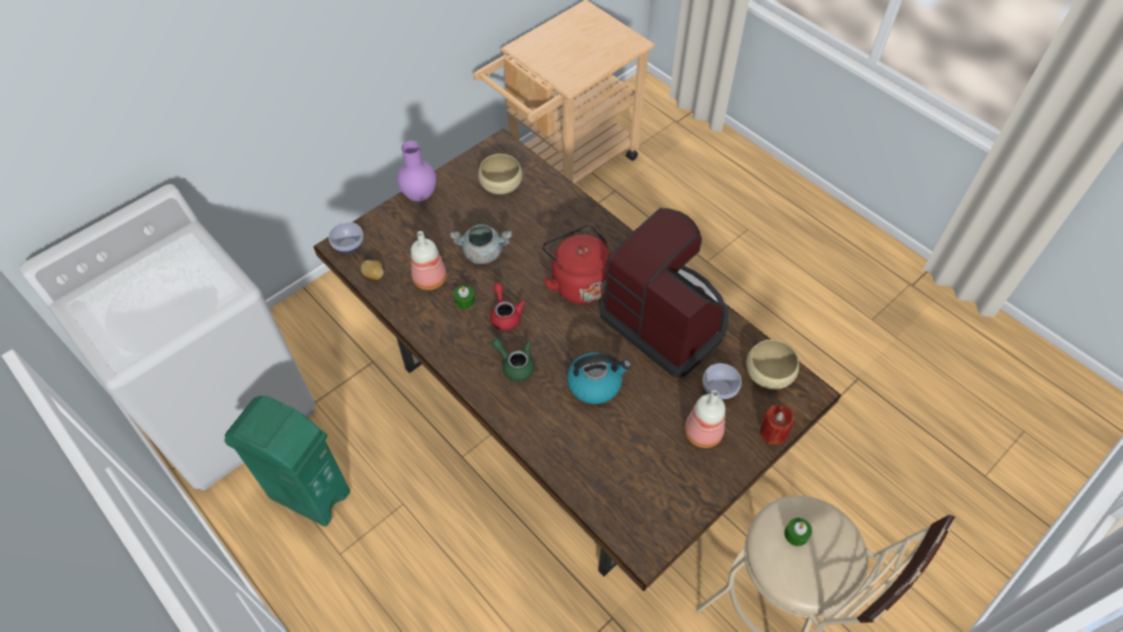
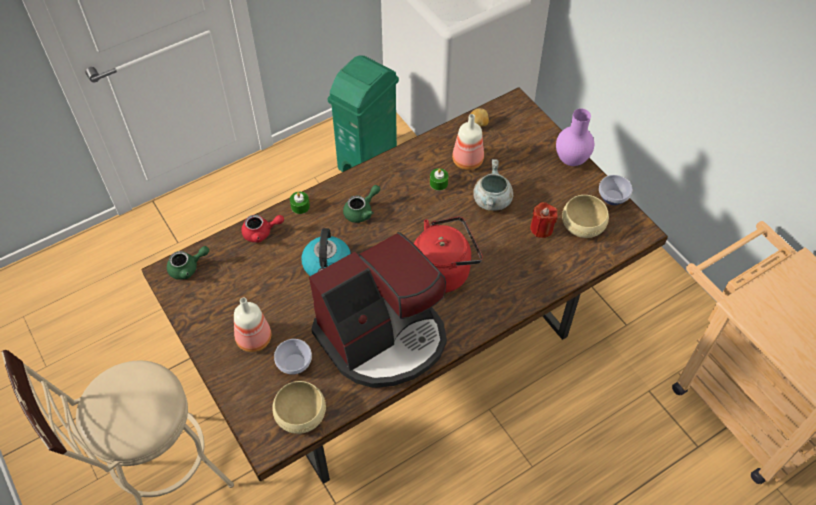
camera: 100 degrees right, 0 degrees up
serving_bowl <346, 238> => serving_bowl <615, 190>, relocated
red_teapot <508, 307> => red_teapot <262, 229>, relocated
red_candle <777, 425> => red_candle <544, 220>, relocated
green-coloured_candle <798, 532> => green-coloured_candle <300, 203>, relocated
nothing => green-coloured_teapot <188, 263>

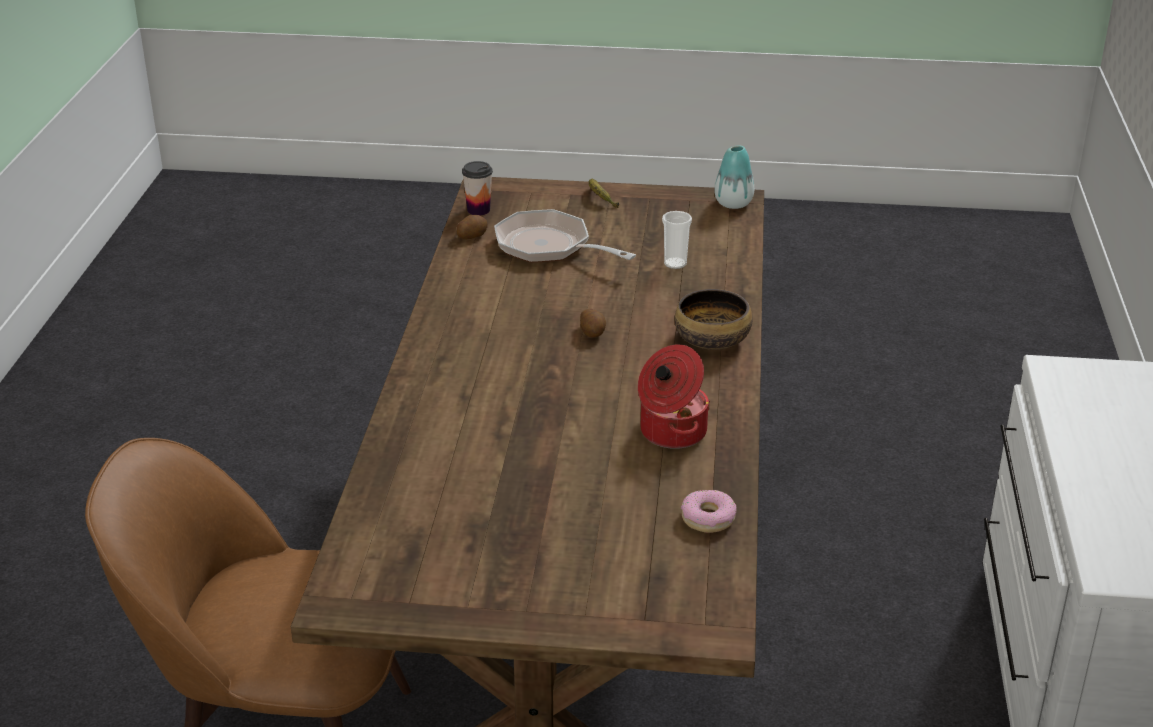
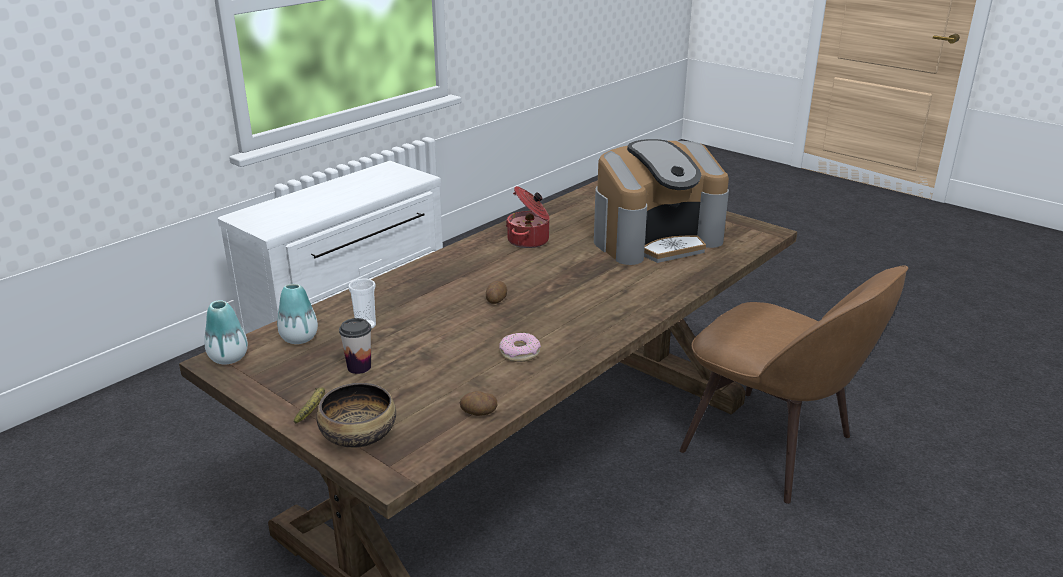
camera: 145 degrees left, 5 degrees down
small_cup <477, 188> => small_cup <355, 346>, relocated
frying_pan <565, 236> => nothing
serving_bowl <713, 319> => serving_bowl <356, 415>, relocated
ring_doughnut <709, 511> => ring_doughnut <520, 347>, relocated
nothing => coffee_machine <661, 202>
nothing => vase <297, 314>

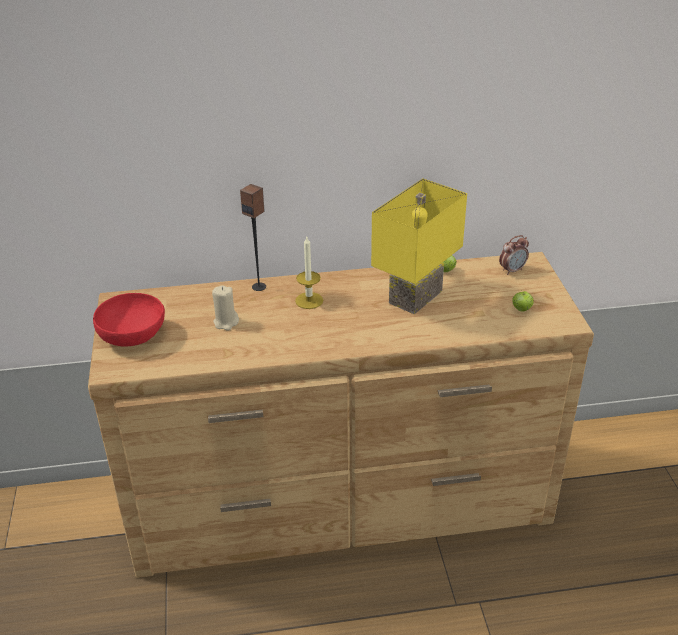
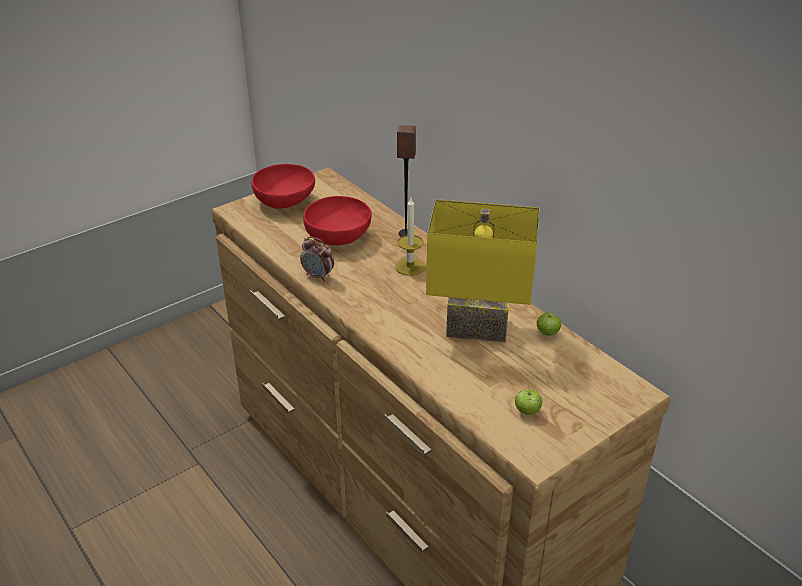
camera: 60 degrees right, 0 degrees up
alarm_clock <514, 255> => alarm_clock <317, 259>, relocated
sand-coloured_candle <225, 308> => red_serving_bowl <337, 220>

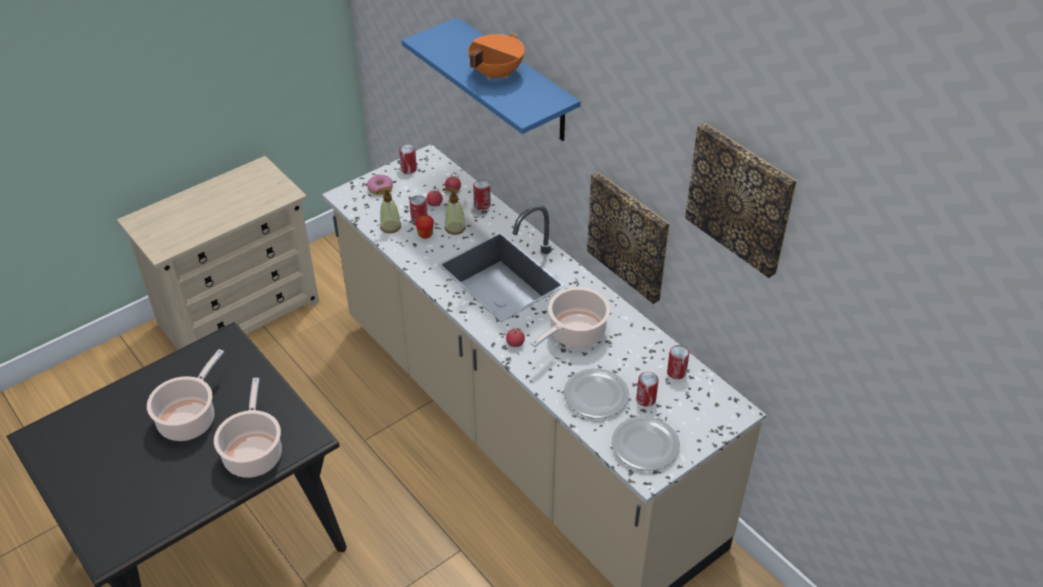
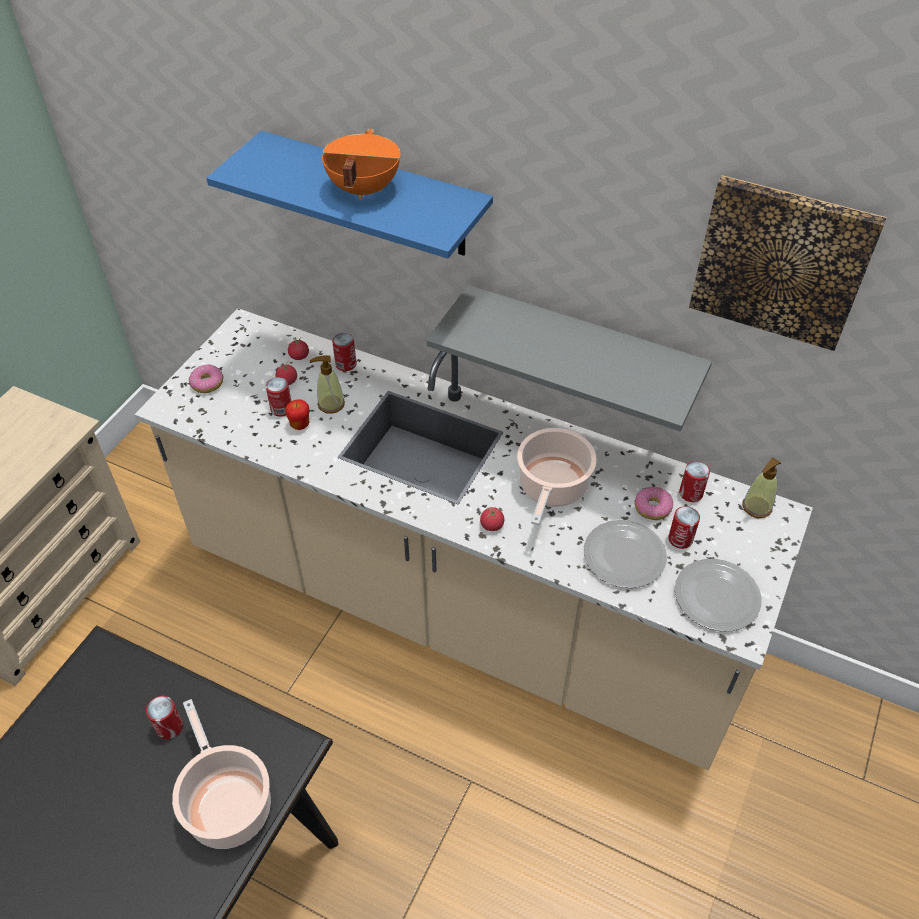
camera: 25 degrees left, 5 degrees up
sealed_can <408, 159> => sealed_can <164, 717>, relocated
wall_picture <628, 238> => greyish_bracket_shelf <569, 358>
soap_bottle <388, 210> => soap_bottle <761, 488>, relocated
stockpot <185, 395> => nothing
nothing => ring_doughnut <653, 503>

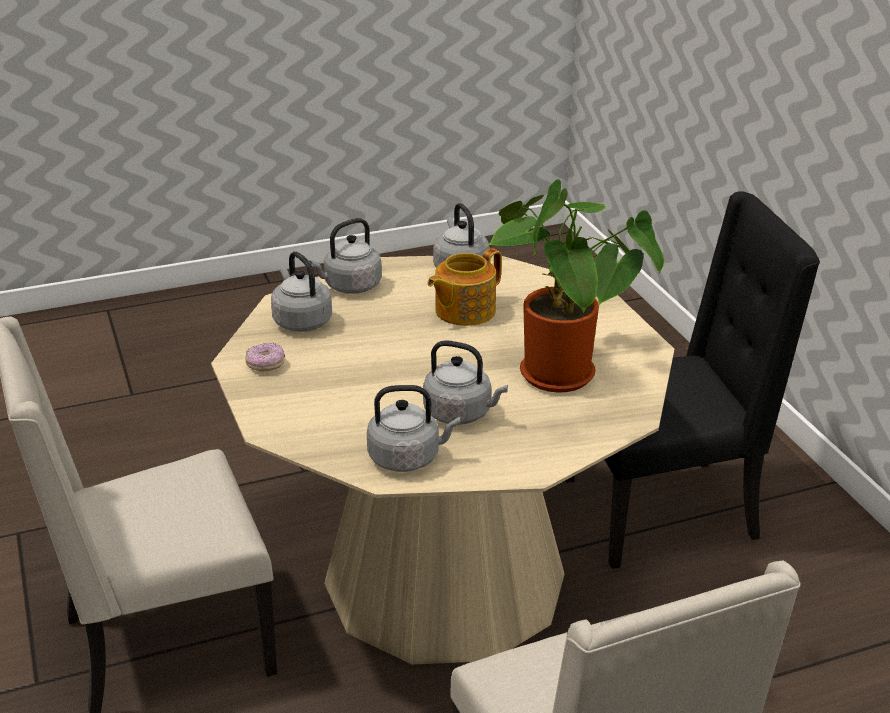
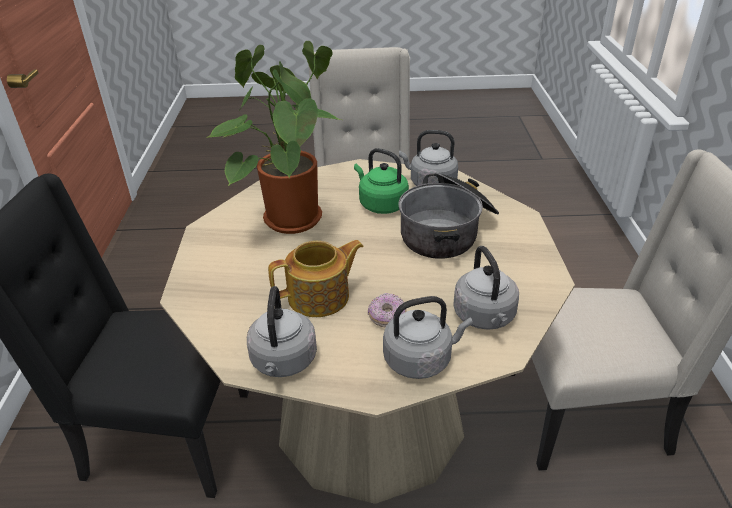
camera: 160 degrees left, 5 degrees up
greyish_kettle <465, 382> => green-coloured_kettle <381, 181>
ring_doughnut <265, 356> => ring_doughnut <387, 310>, relocated
nothing => stockpot <449, 216>

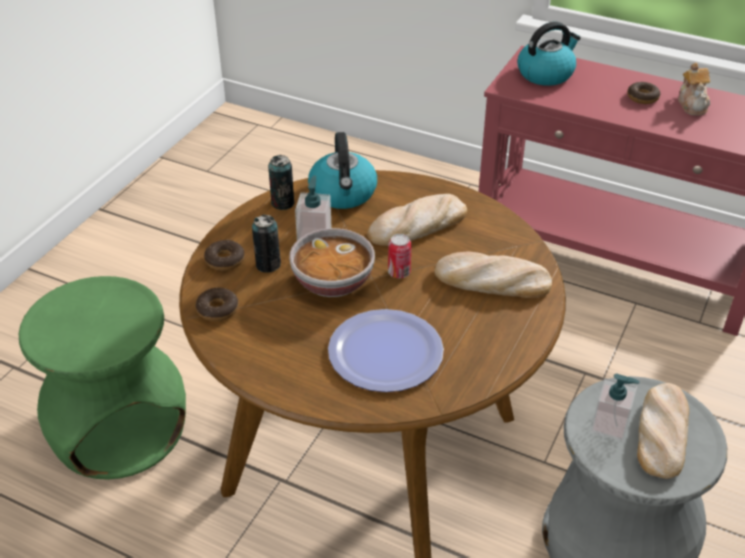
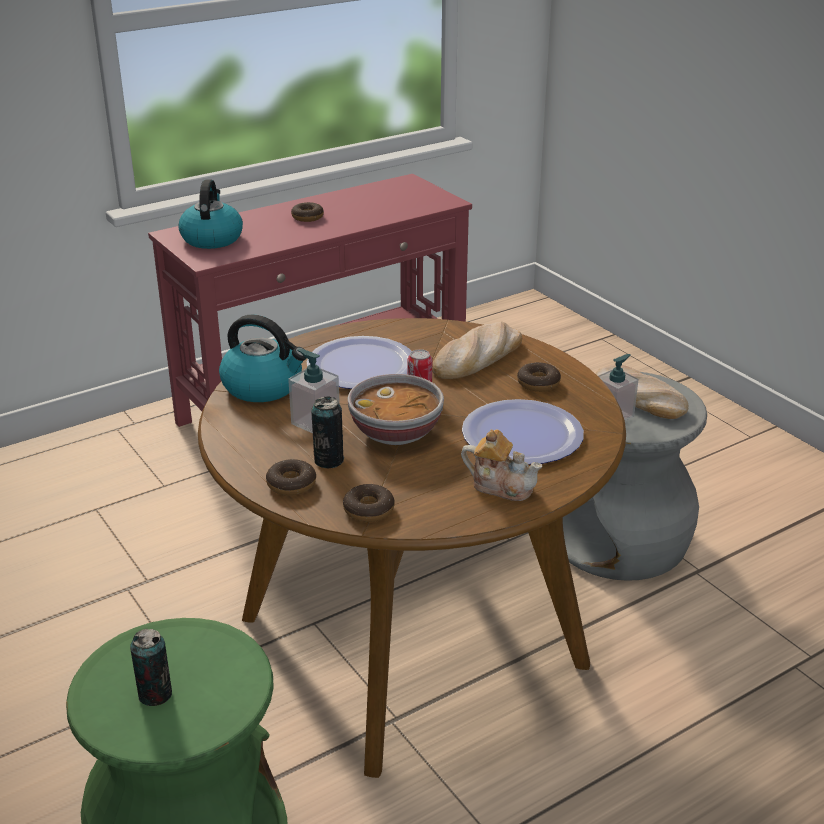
camera: 60 degrees left, 10 degrees down
teapot <694, 89> => teapot <501, 465>, relocated
sealed_can <281, 182> => sealed_can <151, 667>, relocated
bakery_bread <417, 220> => dinner_plate <359, 362>
nothing => ring_doughnut <539, 377>

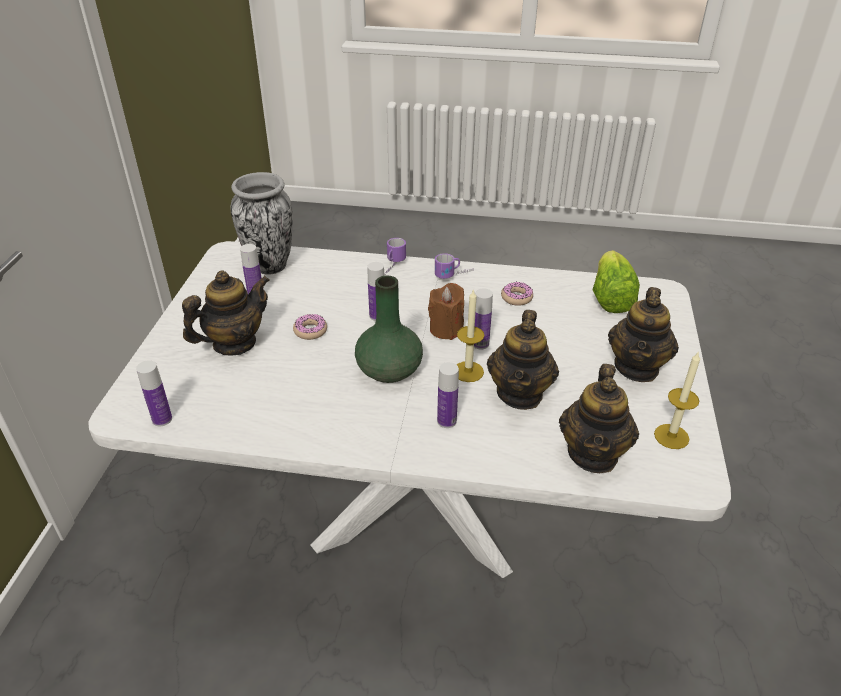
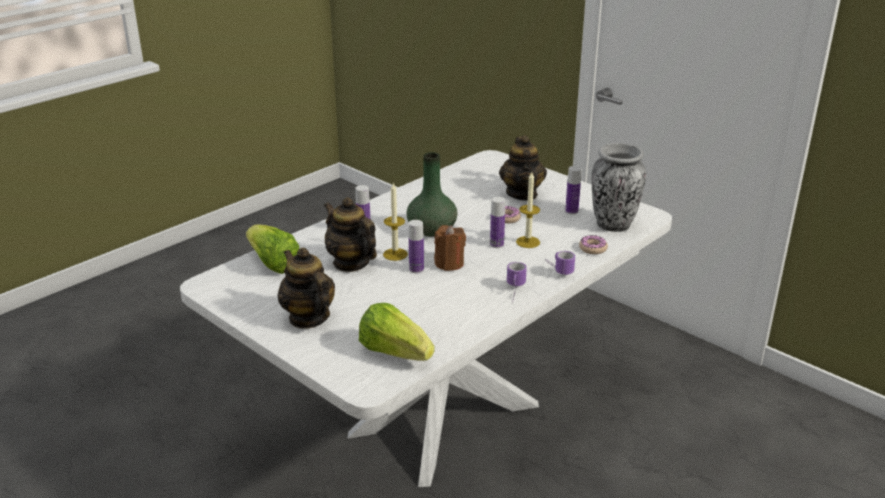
camera: 125 degrees right, 10 degrees down
ring_doughnut <517, 294> => ring_doughnut <593, 244>, relocated
candle <677, 400> => candle <528, 210>, relocated
beverage_bottle <154, 393> => nothing
teapot <599, 418> => lettuce <273, 249>

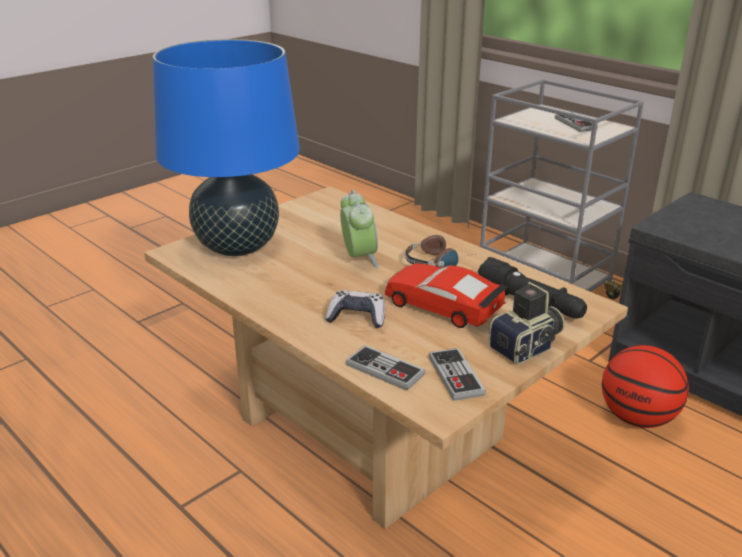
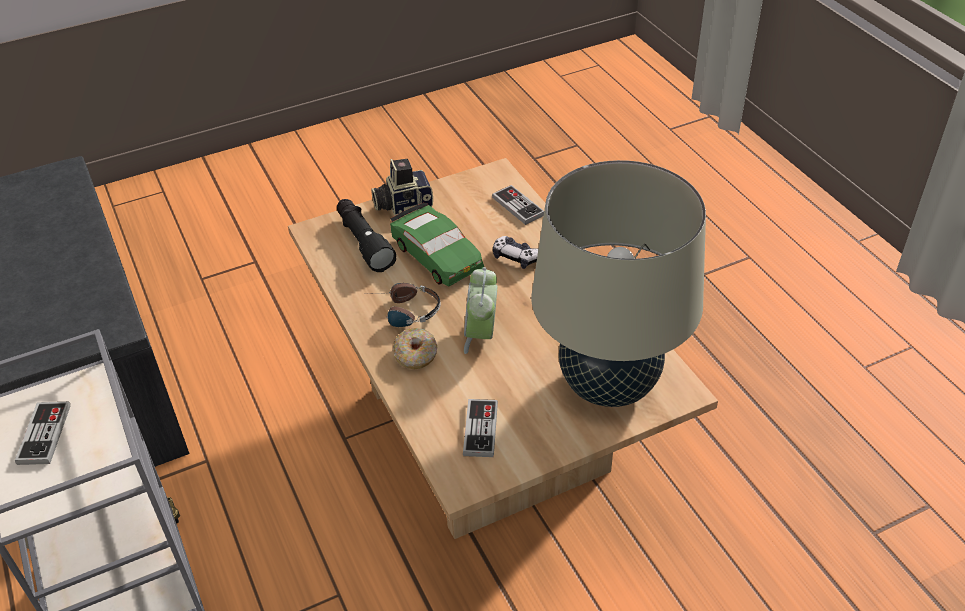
camera: 160 degrees left, 15 degrees up
bluish_table_lamp <226, 147> => sand-coloured_table_lamp <618, 283>
red_model_car <446, 295> => green-coloured_model_car <437, 244>
basketball <645, 386> => nothing
gamepad <457, 374> => gamepad <480, 428>, relocated
nothing => ring_doughnut <415, 349>

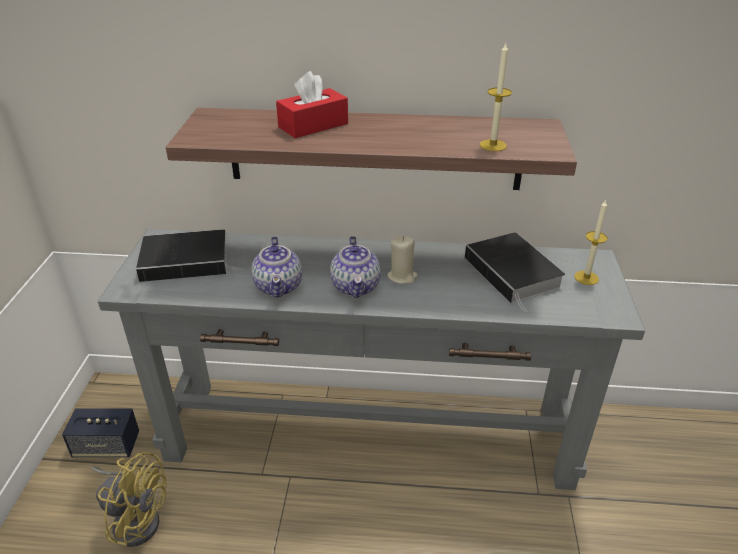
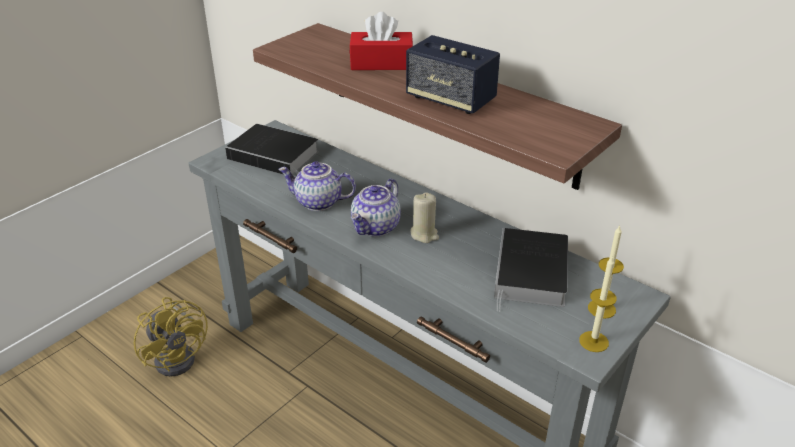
camera: 35 degrees right, 0 degrees up
candle <496, 97> => candle <598, 304>, relocated
teapot <276, 267> => teapot <317, 186>, 75 degrees clockwise
audio_speaker <100, 432> => audio_speaker <453, 74>, relocated

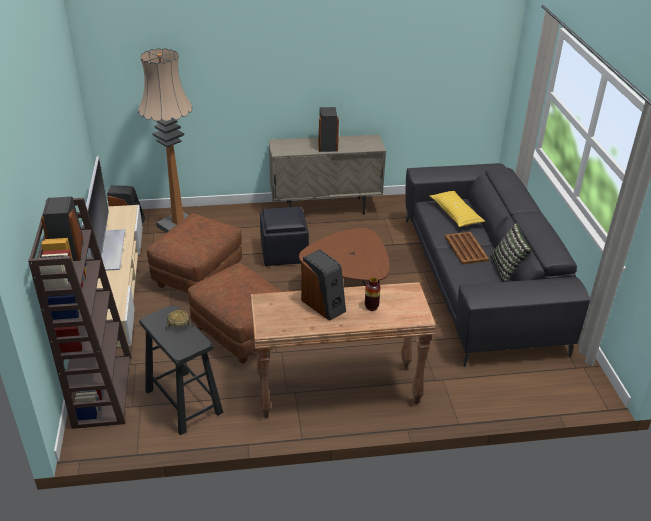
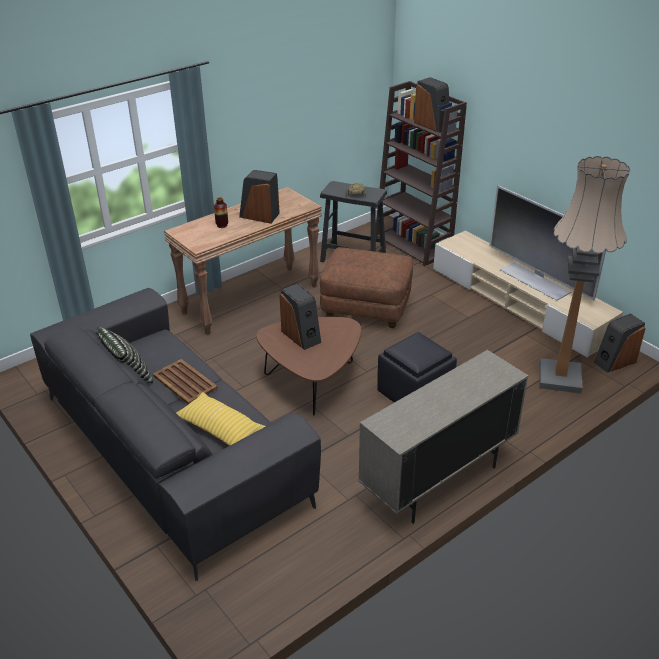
camera: 150 degrees right, 0 degrees up
audio_speaker <328, 129> => audio_speaker <300, 316>, relocated
brown_footrest <194, 253> => nothing

